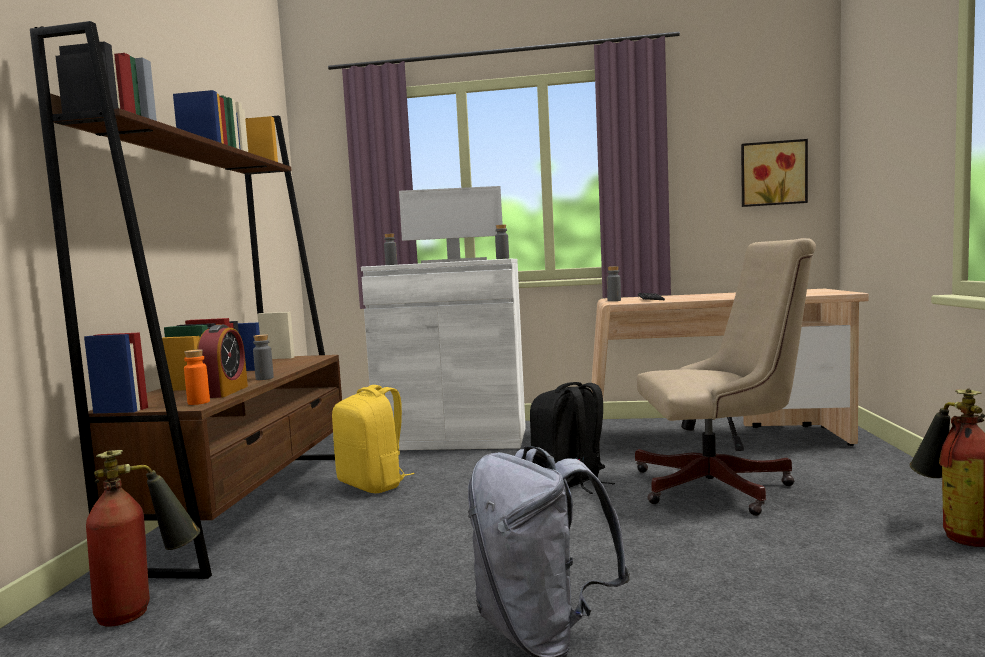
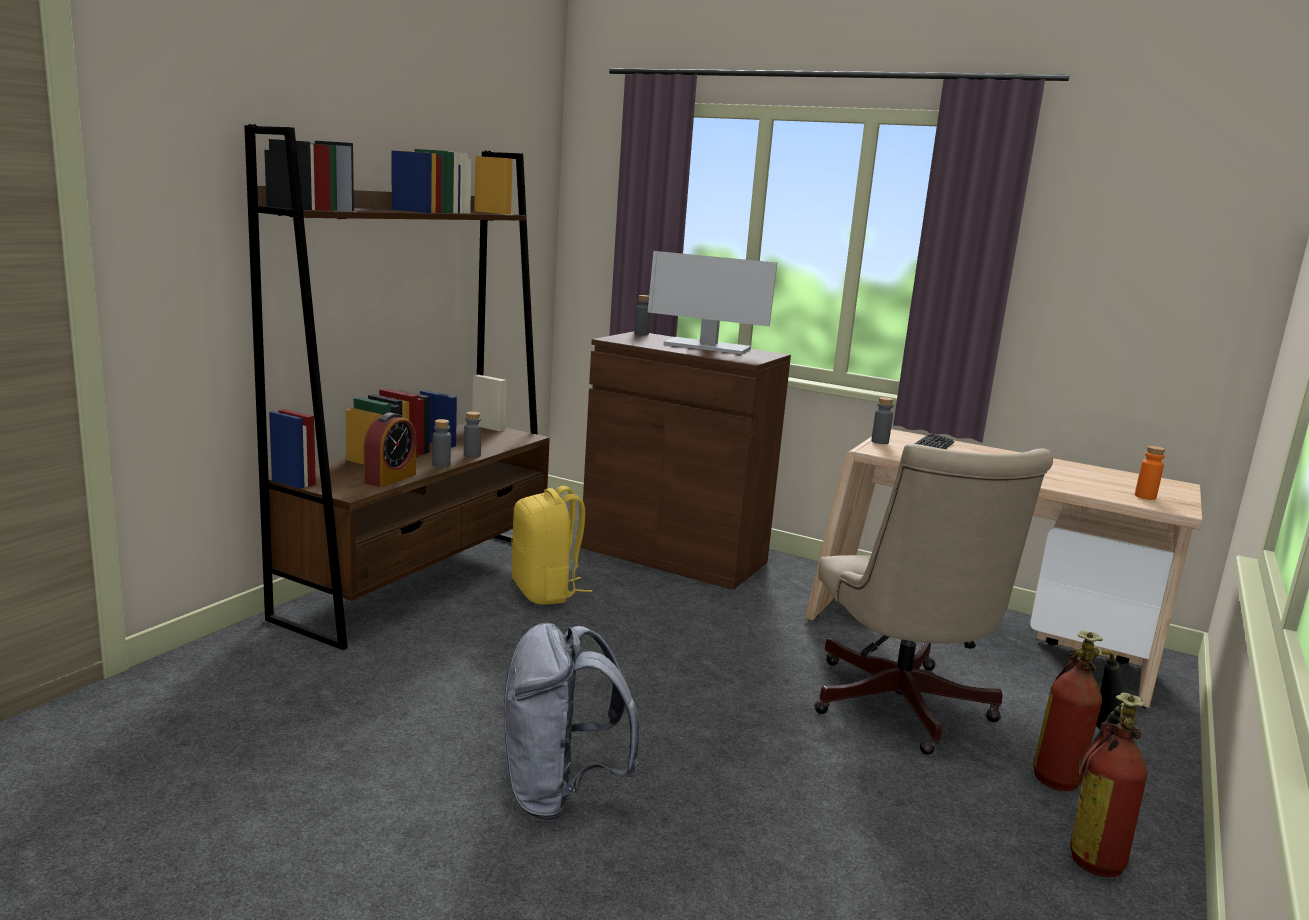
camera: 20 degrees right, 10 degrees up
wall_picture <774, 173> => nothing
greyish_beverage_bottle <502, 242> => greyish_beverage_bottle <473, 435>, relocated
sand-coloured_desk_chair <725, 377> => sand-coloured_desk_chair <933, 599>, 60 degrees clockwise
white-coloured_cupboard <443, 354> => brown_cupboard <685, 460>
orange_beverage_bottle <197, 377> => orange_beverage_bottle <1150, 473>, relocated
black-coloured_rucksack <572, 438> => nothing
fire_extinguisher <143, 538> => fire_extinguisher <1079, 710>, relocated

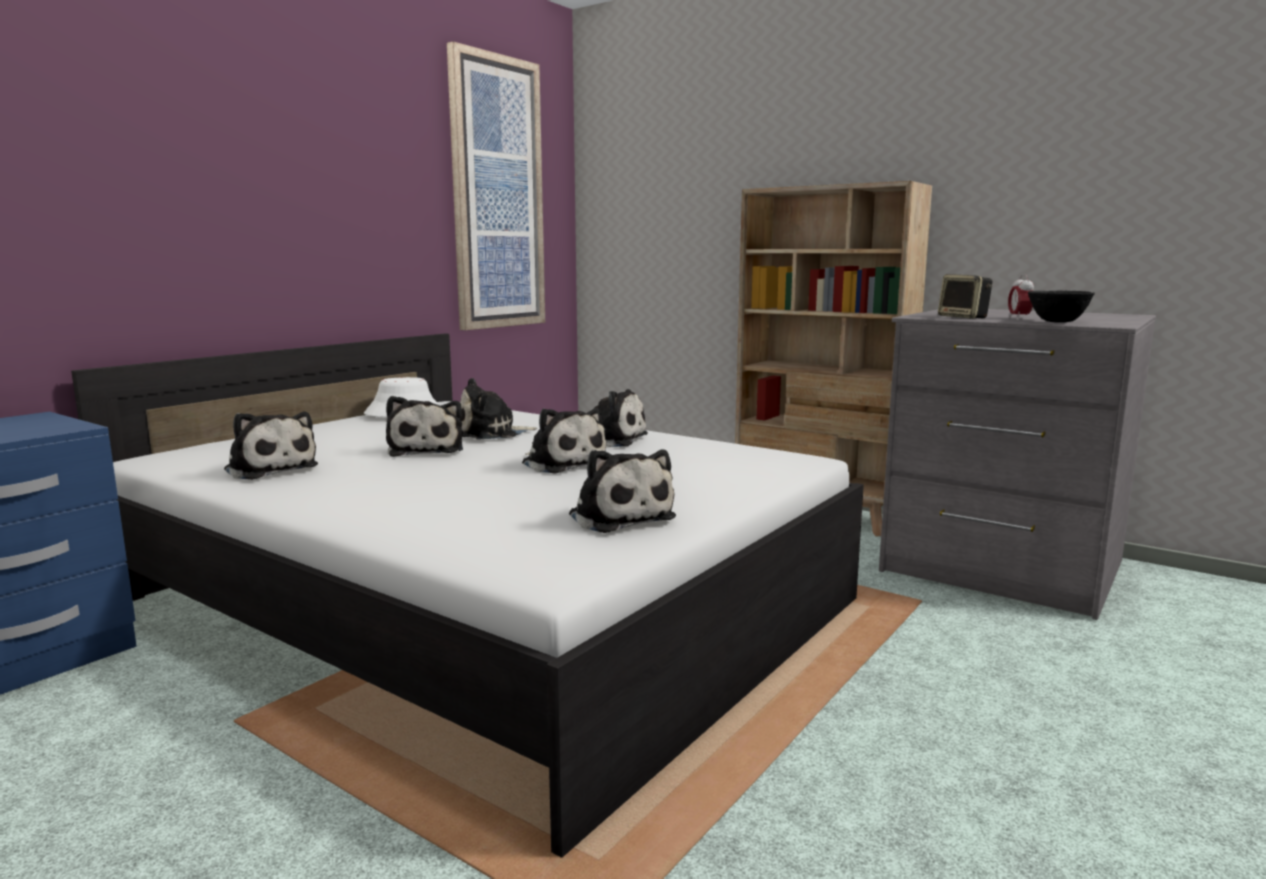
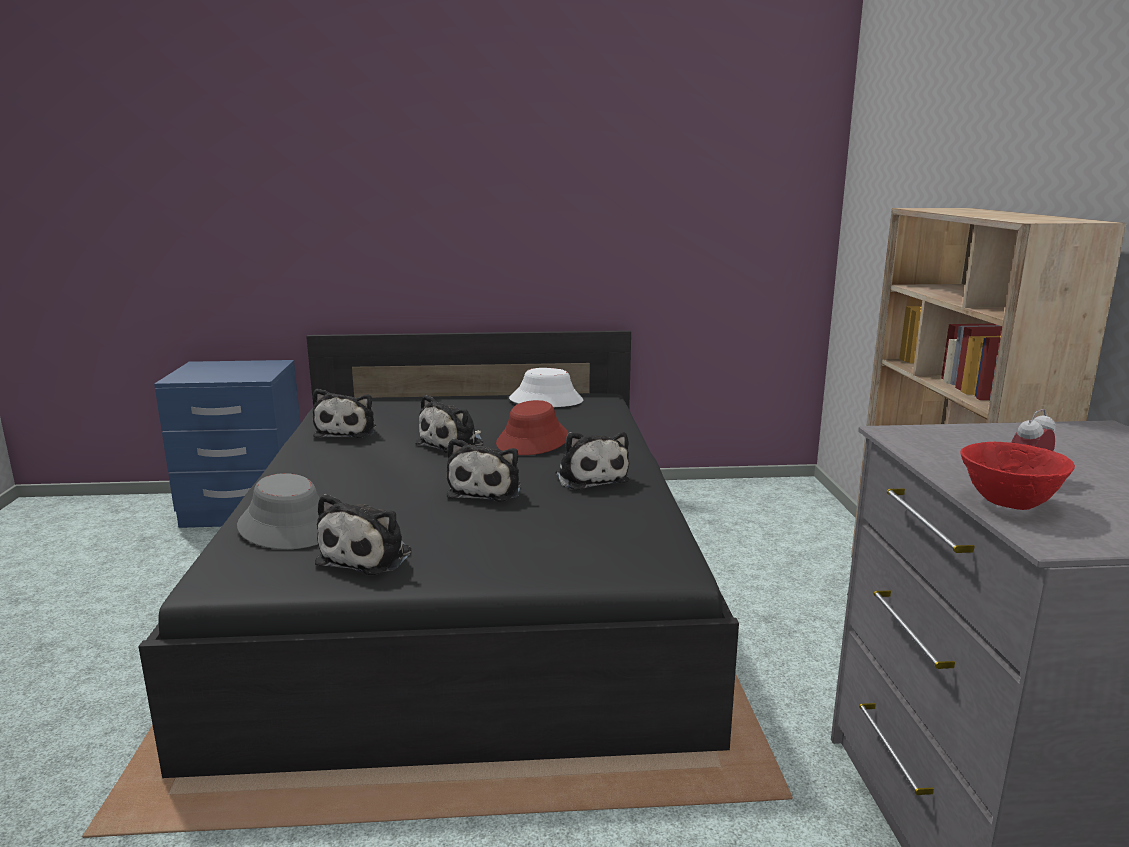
camera: 50 degrees right, 5 degrees up
wall_picture <496, 185> => nothing
audio_speaker <965, 296> => nothing
black-coloured_serving_bowl <1061, 307> => red_serving_bowl <1017, 476>
white-coloured_sleeping_bed <467, 595> => black-coloured_sleeping_bed <438, 554>
cuddly_toy <498, 409> => red_clothing_hat <532, 427>
nothing => greyish_clothing_hat <278, 511>

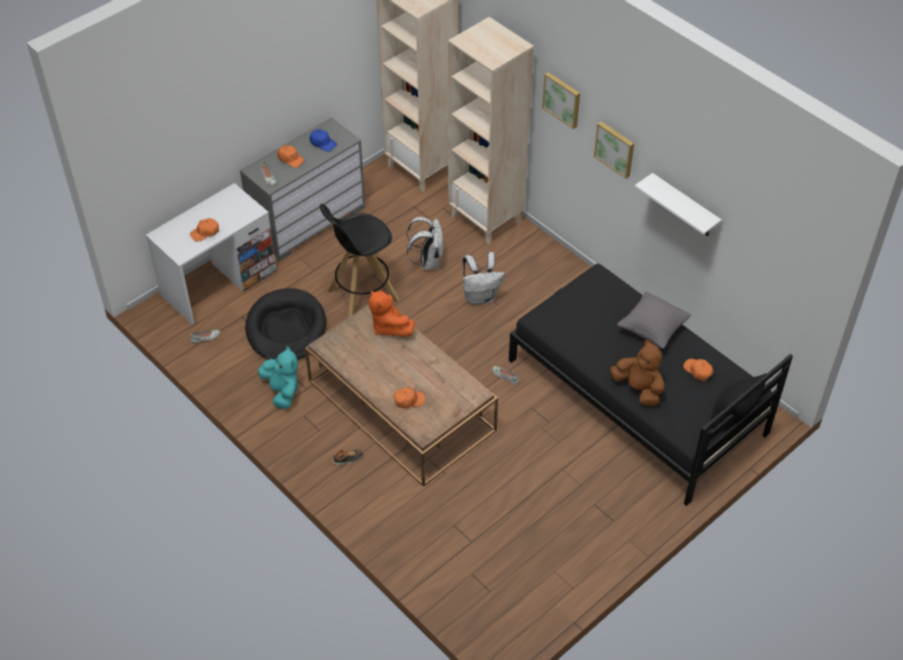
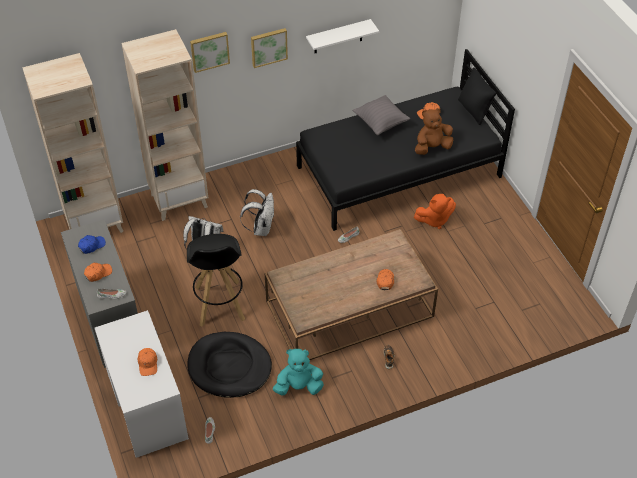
camera: 70 degrees left, 0 degrees up
orange_cuddly_toy <391, 313> => orange_cuddly_toy <435, 211>, relocated

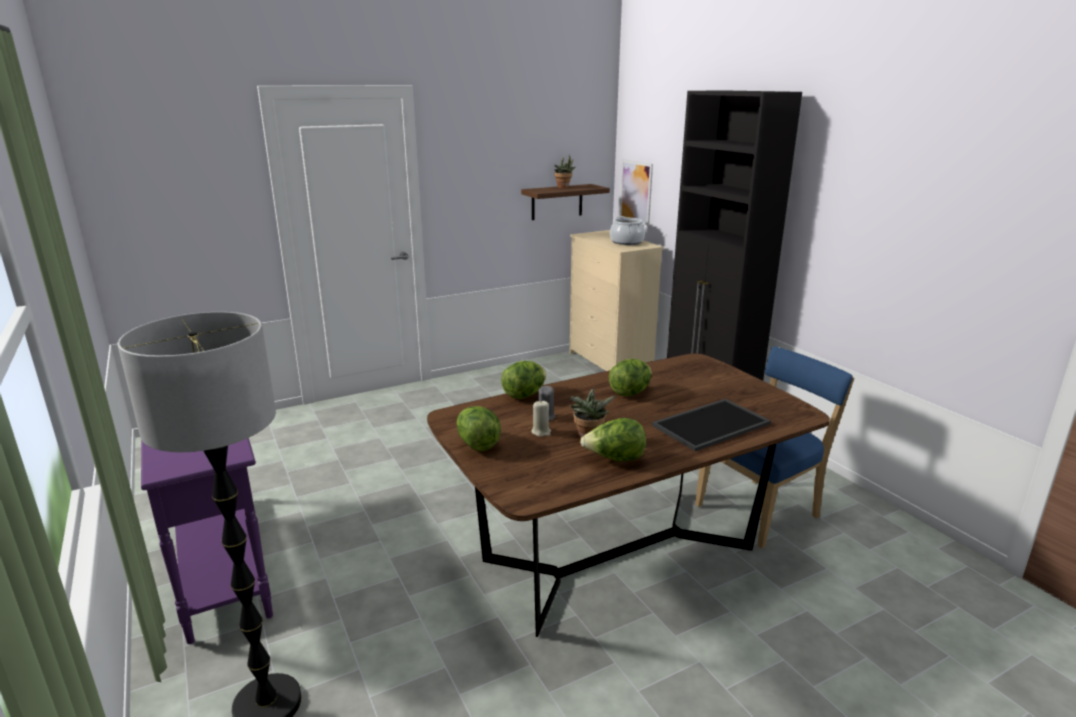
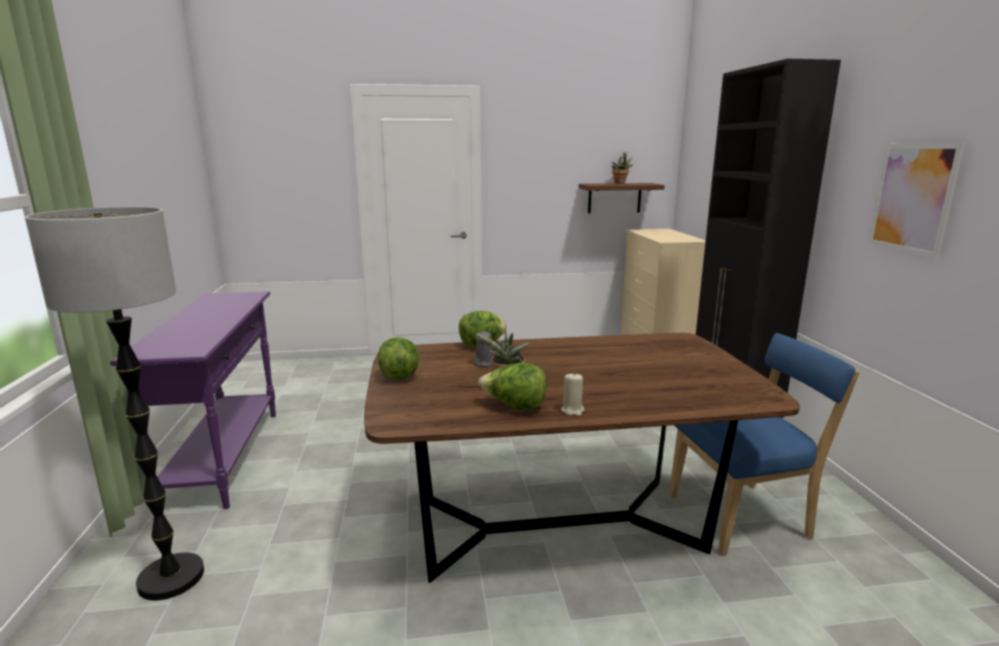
camera: 20 degrees right, 5 degrees down
wall_picture <636, 192> => wall_picture <916, 201>, relocated
stockpot <627, 230> => nothing
lettuce <630, 377> => nothing
serving_tray <711, 425> => nothing
sand-coloured_candle <541, 418> => sand-coloured_candle <573, 394>, relocated

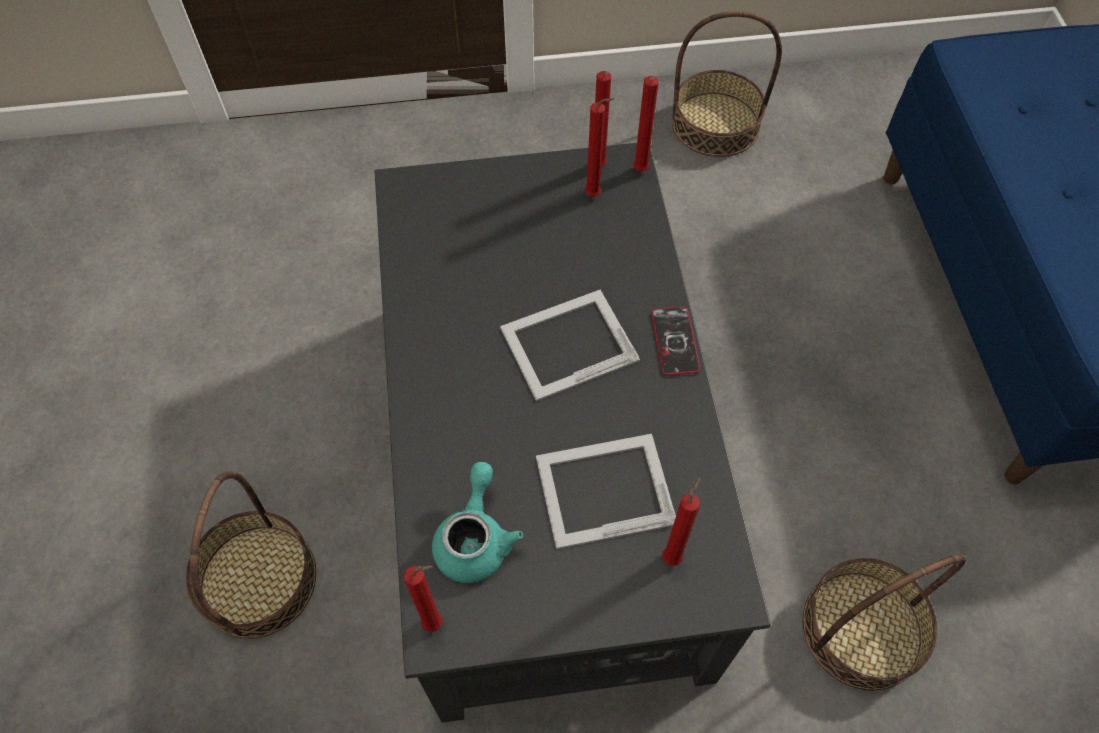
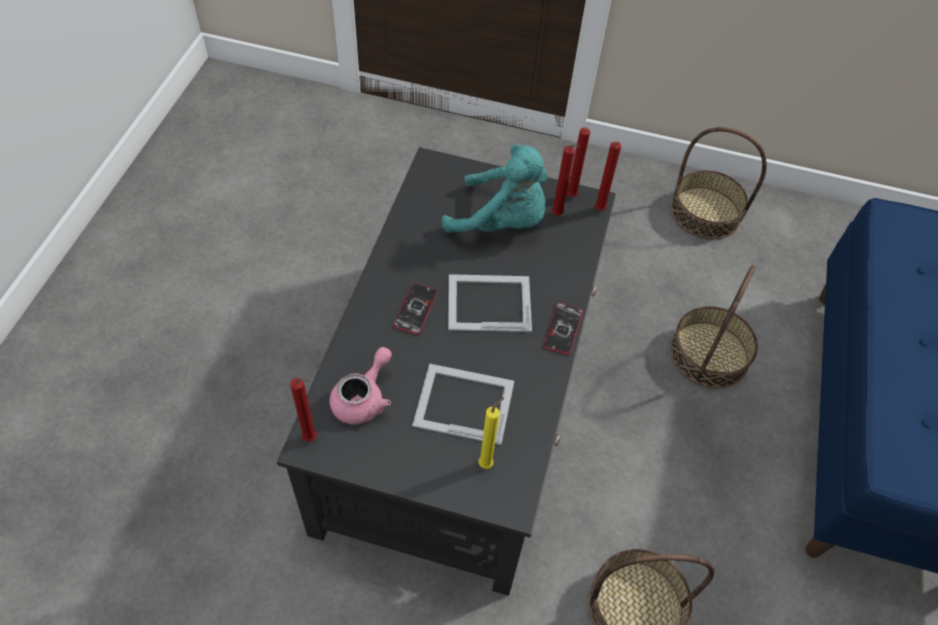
camera: 20 degrees right, 5 degrees down
blue-green_teapot <477, 522> => pink-coloured_teapot <361, 386>
basket <251, 555> => basket <714, 326>, relocated
red_candle <681, 522> => yellow-coloured_candle <491, 433>
nothing => blue-green_cuddly_toy <495, 188>
nothing => phone <415, 309>

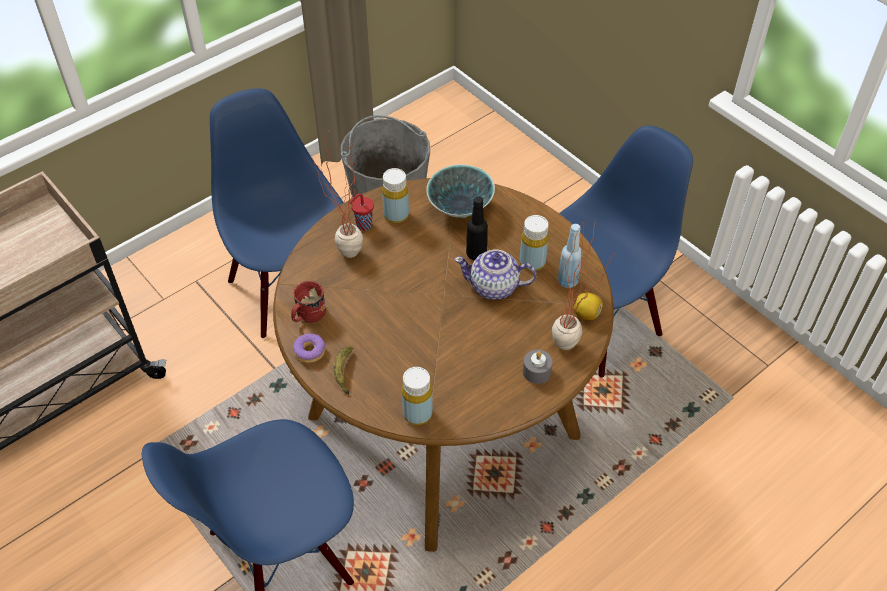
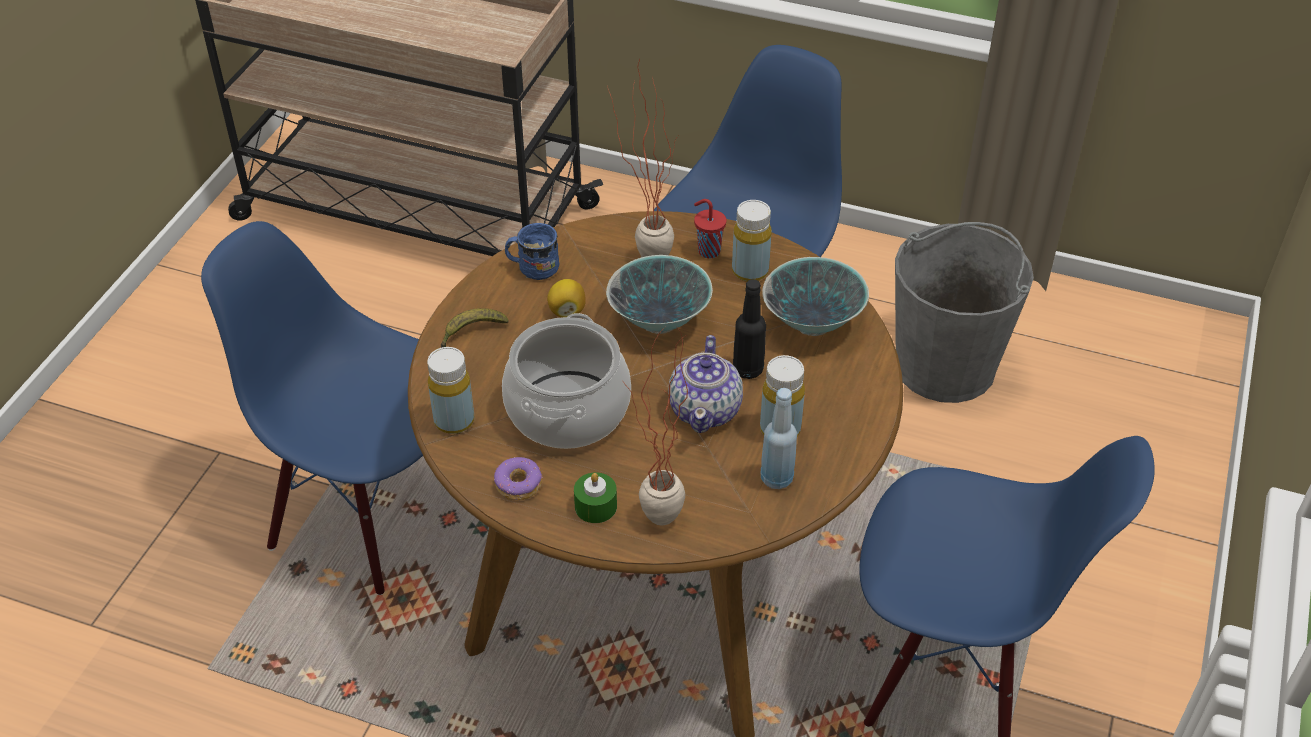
camera: 60 degrees right, 5 degrees down
teapot <495, 275> => teapot <706, 384>, 150 degrees counterclockwise
red_tea_mug <308, 302> => bluish_tea_mug <532, 251>
lemon <588, 306> => lemon <566, 298>, relocated
ring_doughnut <309, 348> => ring_doughnut <518, 478>, relocated
greyish_candle <537, 367> => green-coloured_candle <595, 497>
nothing => serving_bowl <659, 294>
nothing => stockpot <566, 381>

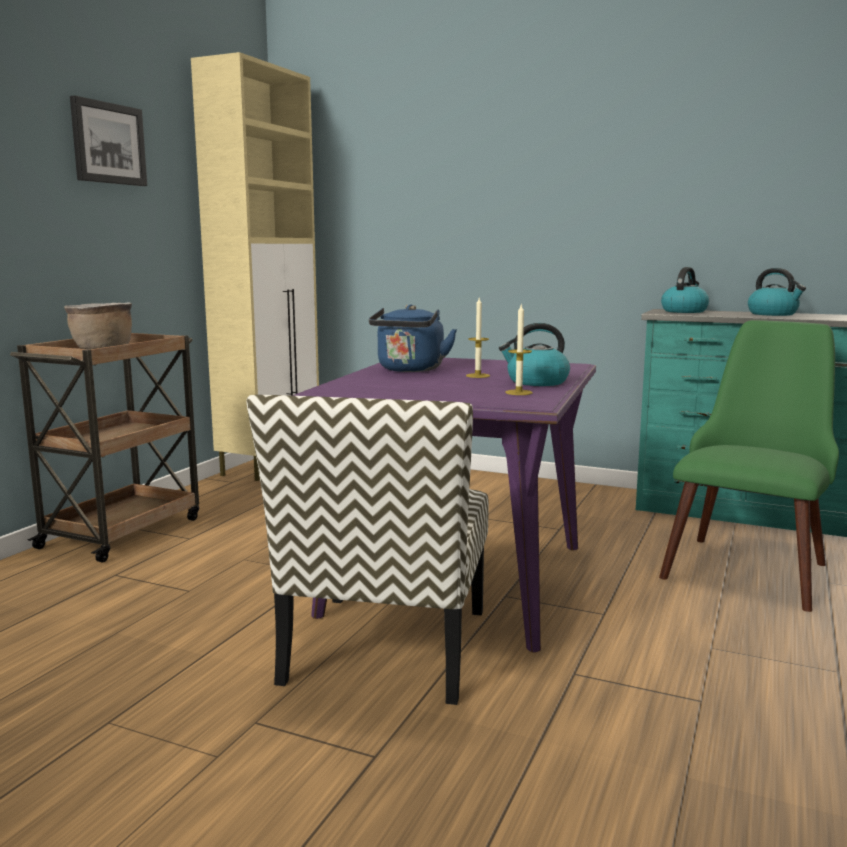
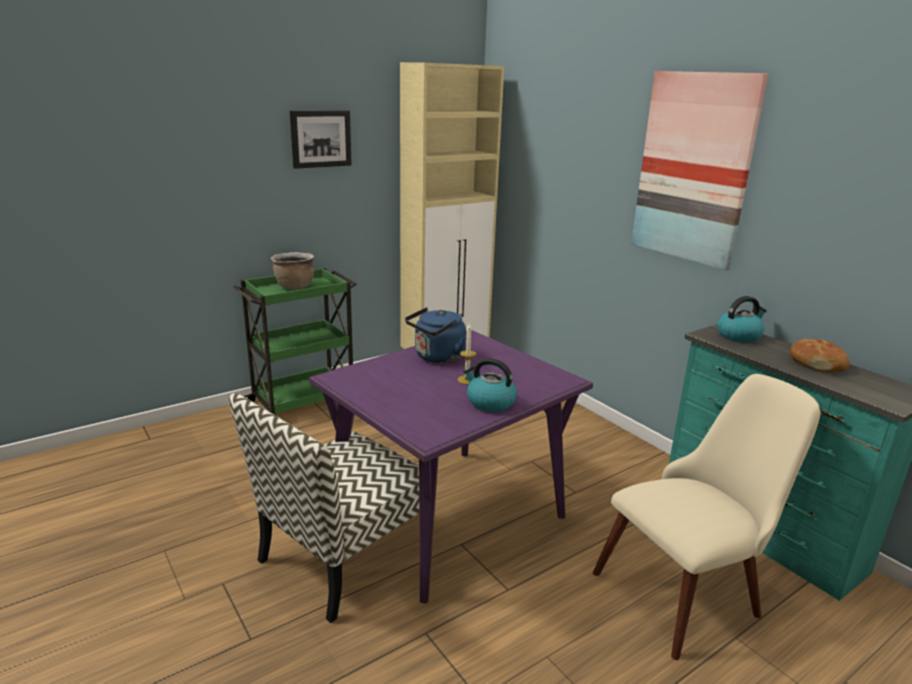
camera: 30 degrees right, 10 degrees up
kettle <777, 292> => bakery_bread <820, 355>
candle <519, 350> => nothing
green-coloured_chair <749, 466> => sand-coloured_chair <706, 517>
brown_cart <104, 447> => green-coloured_cart <295, 341>
nothing => wall_picture <699, 170>

